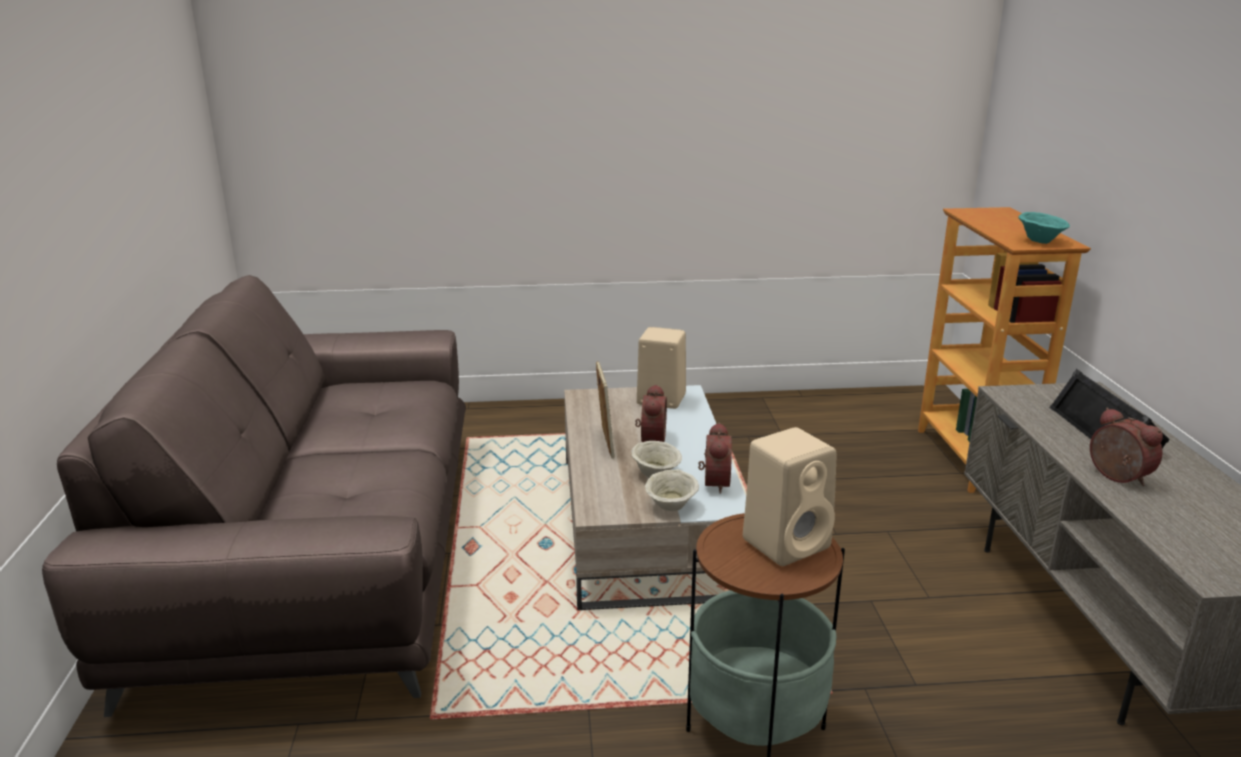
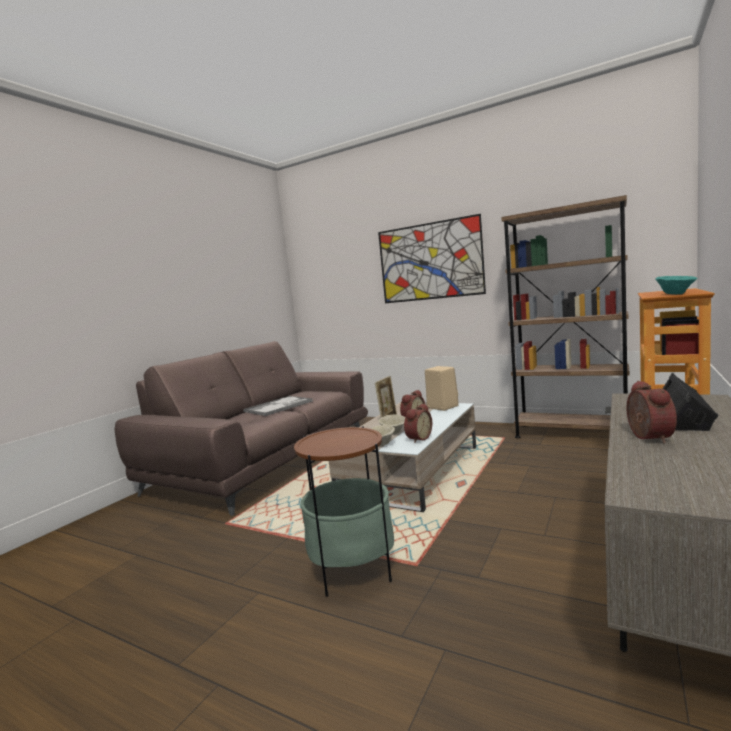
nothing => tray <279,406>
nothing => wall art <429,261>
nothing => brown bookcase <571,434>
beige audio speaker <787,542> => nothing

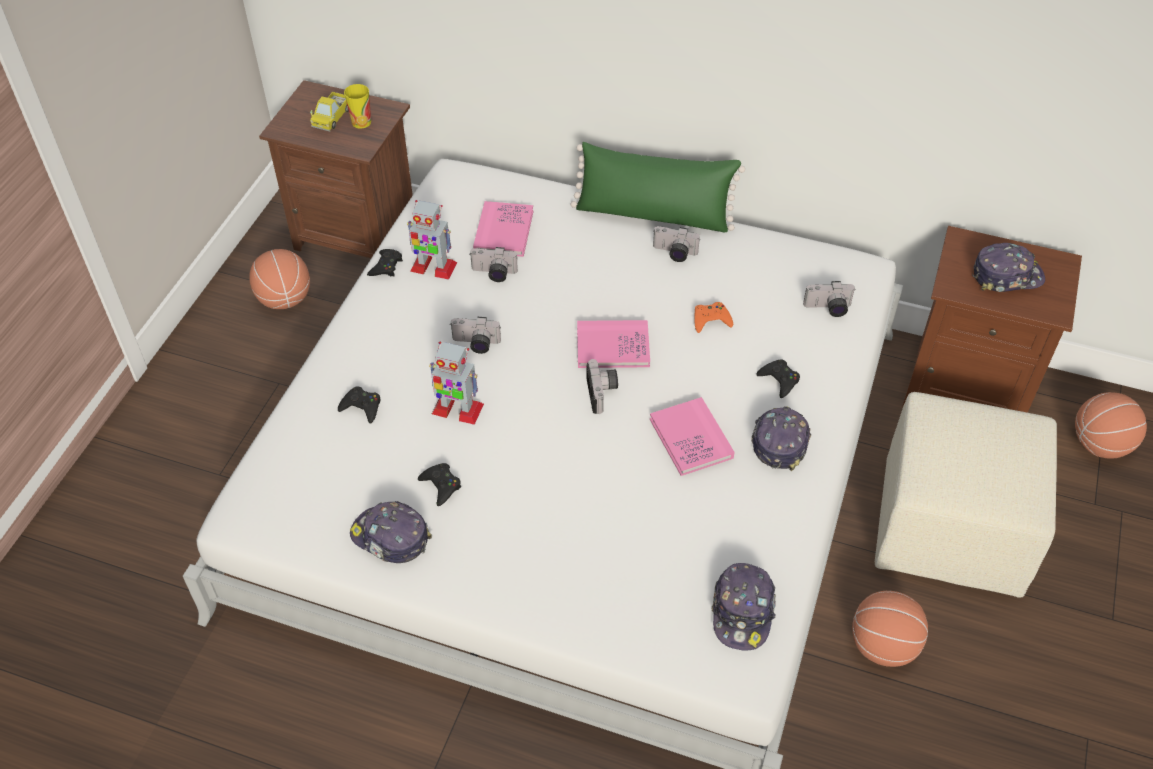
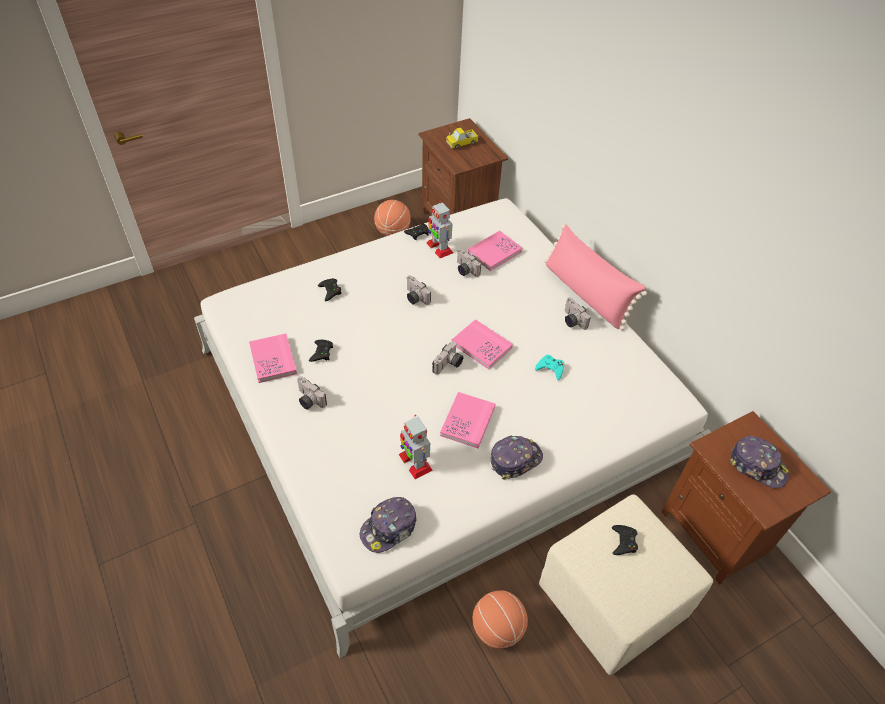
peaked cap <390,538> => pink book <273,359>
still camera <828,309> => still camera <308,400>, shifted
model robot <457,409> => model robot <415,462>, shifted
orangey game controller <711,320> => turquoise-coloured game controller <550,368>
green-coloured pillow <653,215> => pink pillow <586,294>
black-coloured game controller <779,380> => black-coloured game controller <623,542>, shifted
drinking cup <361,122> => nothing
basketball ball <1100,444> => nothing

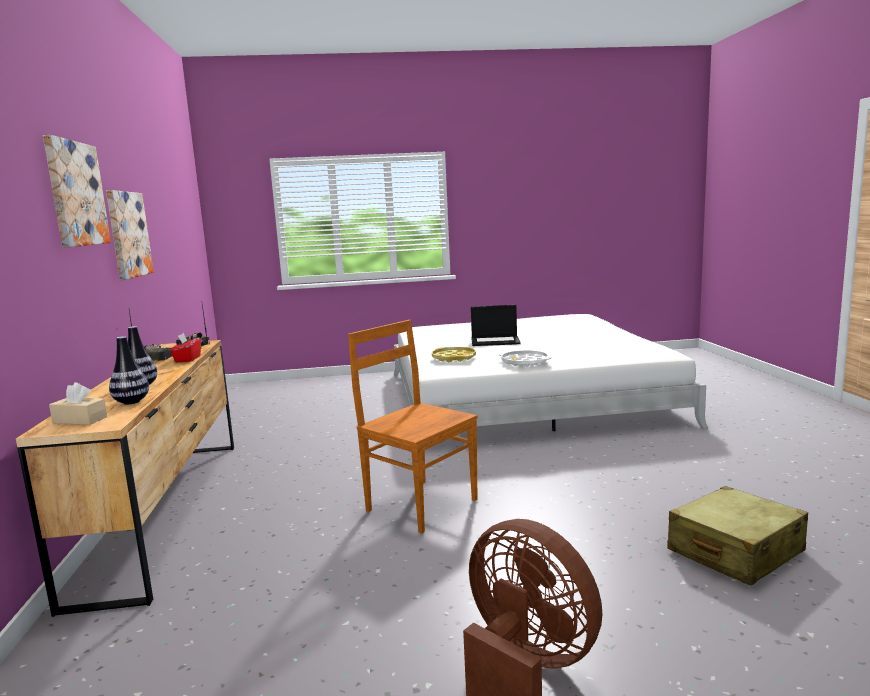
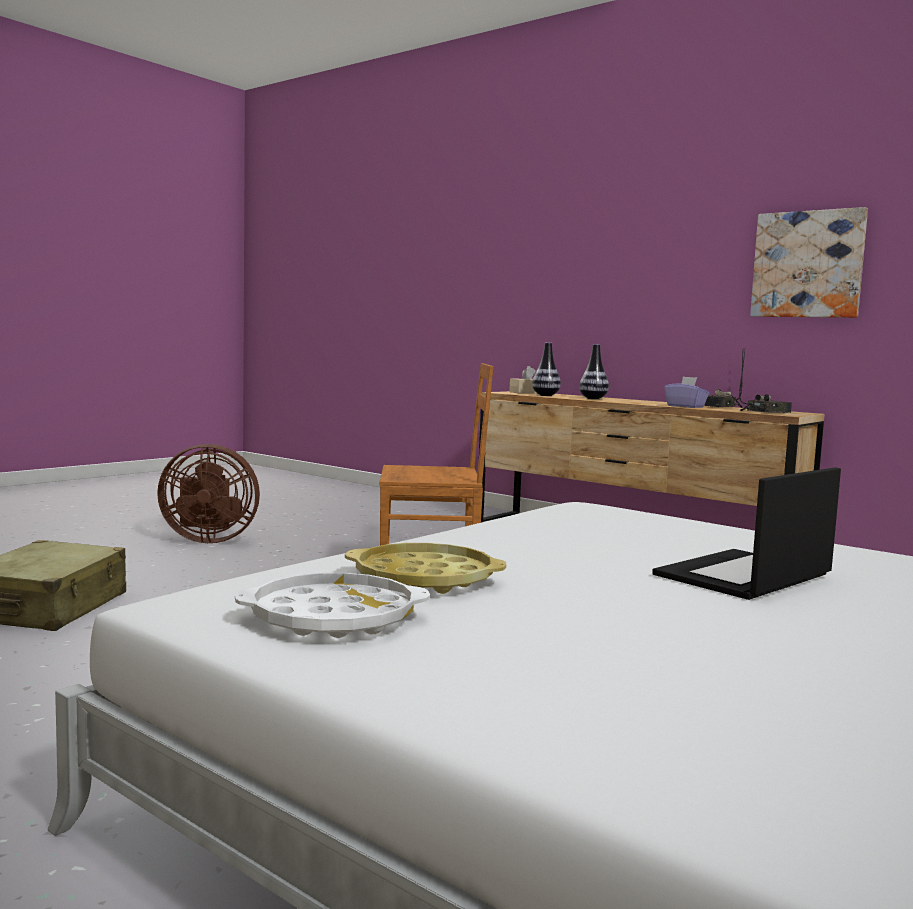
white tray <524,362> => white tray <333,618>, shifted
yellowish tray <454,358> => yellowish tray <424,579>, shifted
reddish tissue box <187,359> => purplish tissue box <685,406>
wall art <75,194> => nothing

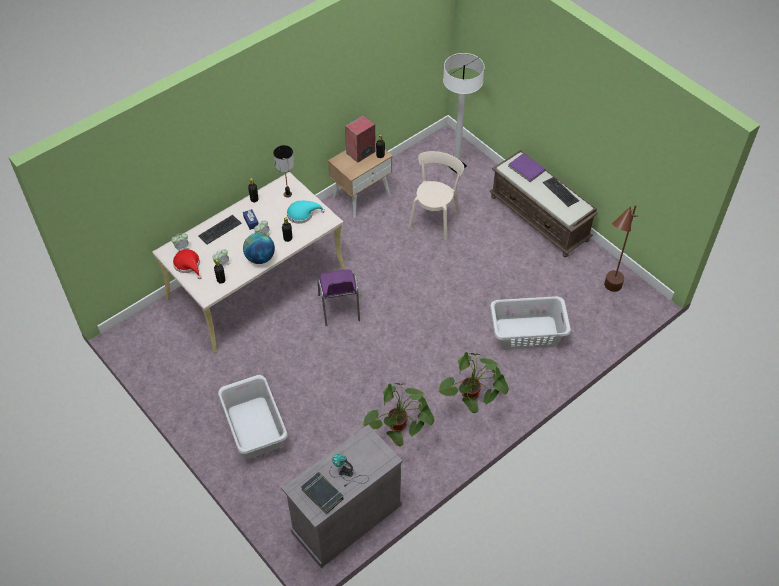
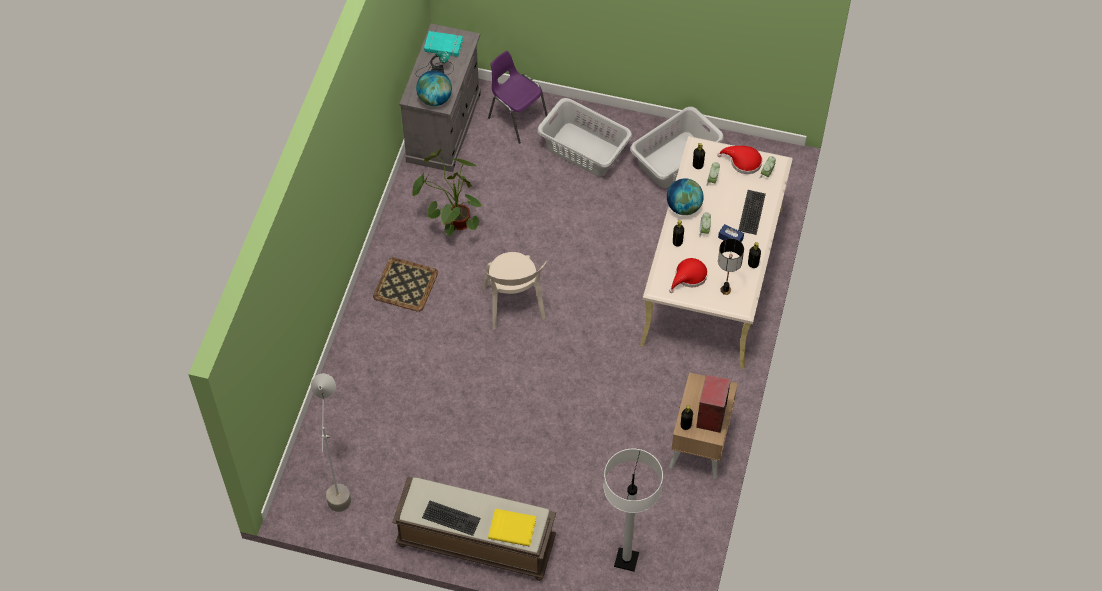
brown standing lamp <607,295> => greyish standing lamp <339,483>
houseplant <473,401> => tray <405,284>
nothing => world globe <435,99>
black-coloured book <322,494> => turquoise-coloured book <443,46>
beige plain chair <435,218> => beige plain chair <514,306>, shifted
purplish plain chair <339,309> => purplish plain chair <516,118>, shifted
purplish book <526,169> => yellowish book <512,527>
greyish hamper <527,333> => greyish hamper <674,160>, shifted
turquoise-coloured clothing hat <302,214> => reddish clothing hat <689,276>

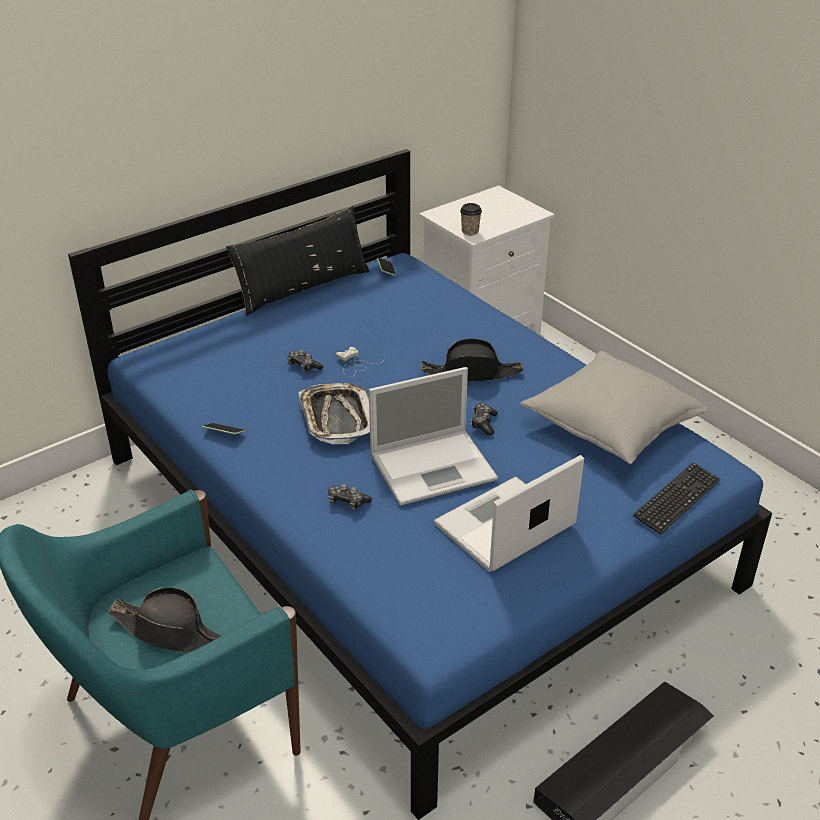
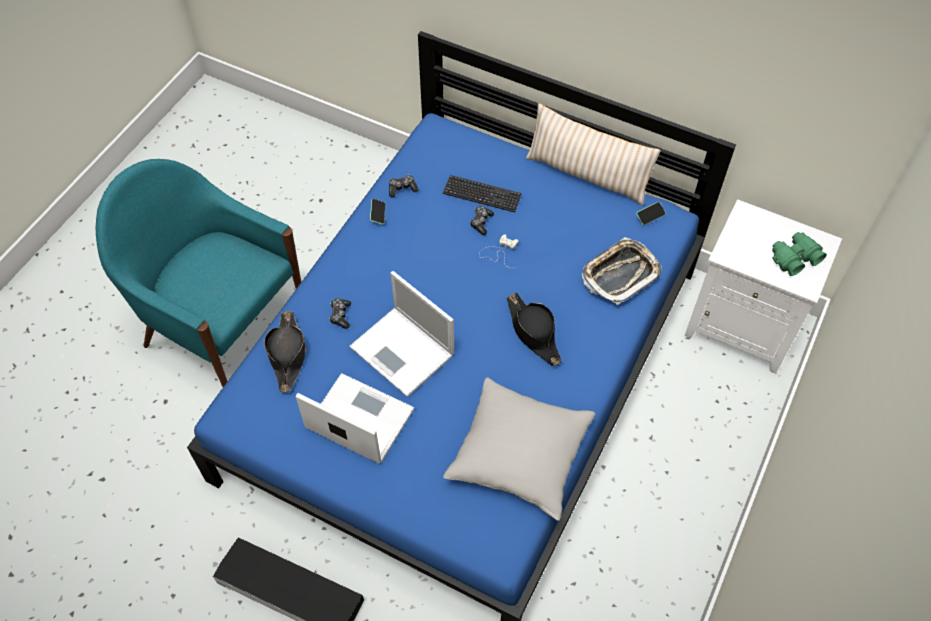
black-coloured clothing hat <171,632> => black-coloured clothing hat <287,354>, shifted
game controller <483,423> => game controller <402,188>, shifted
computer keyboard <676,499> => computer keyboard <482,195>, shifted
black-coloured pillow <303,288> => beige pillow <587,174>
tray <337,418> => tray <620,274>, shifted
nothing => green-coloured binoculars <794,258>
drinking cup <470,232> => nothing

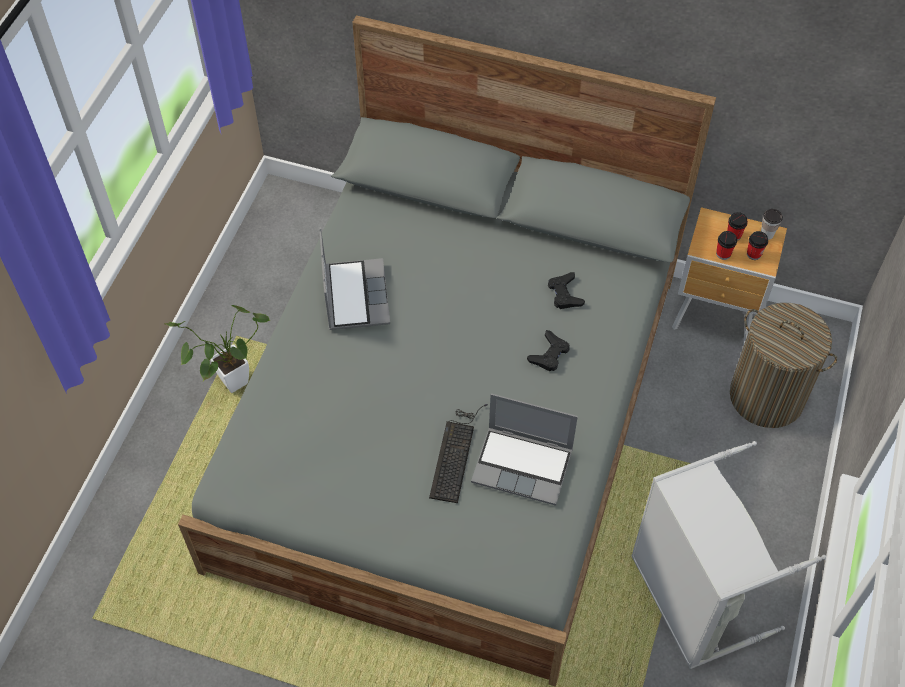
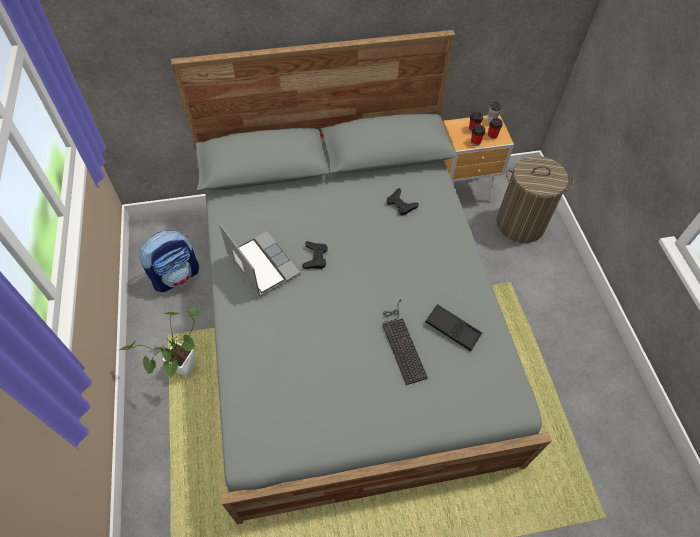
nothing => backpack <176,276>
black-coloured game controller <549,354> => black-coloured game controller <315,257>, shifted
portable computer <524,465> => black-coloured tray <452,329>
greyish hamper <691,599> => nothing

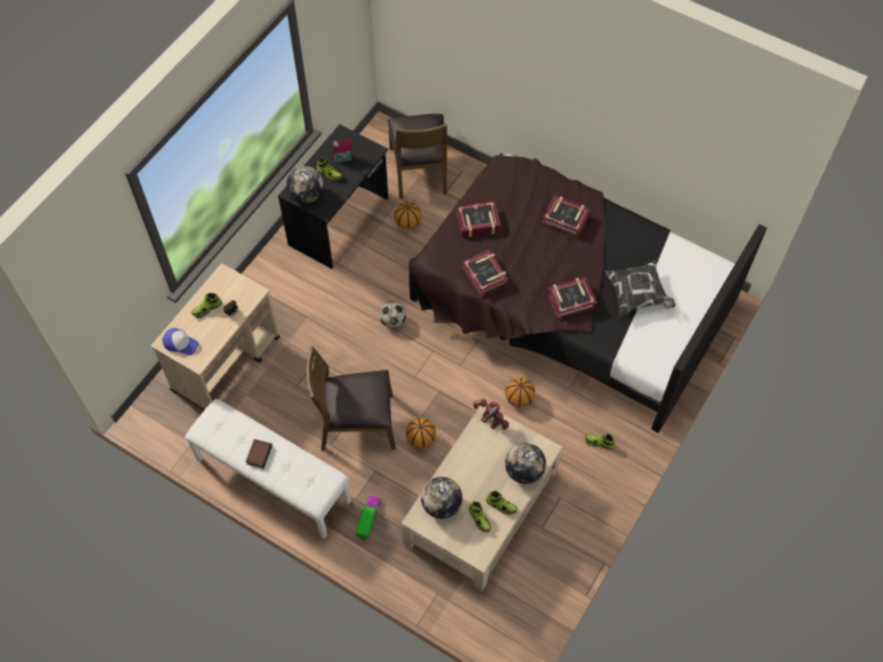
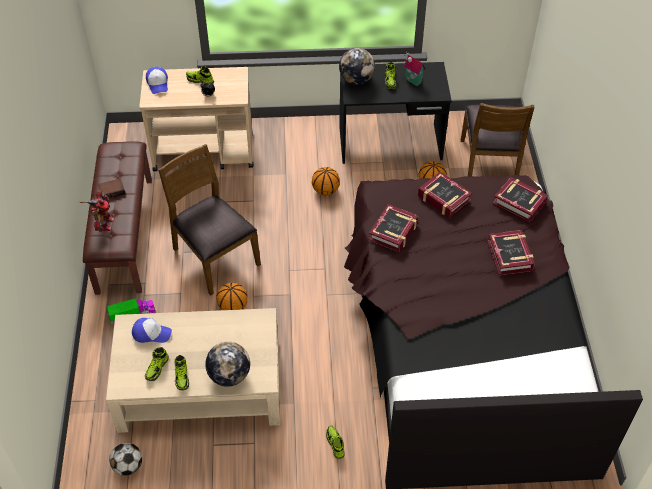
model robot <490,422> => model robot <104,224>, shifted
white indoor bench <272,480> => brown indoor bench <124,234>
football ball <393,321> => football ball <128,466>, shifted
world globe <441,505> => peaked cap <151,333>
basketball ball <519,398> => basketball ball <326,190>, shifted
brown plain chair <419,170> => brown plain chair <489,164>, 45 degrees counterclockwise
book <571,300> => book <519,203>, shifted
pillow <637,295> => nothing

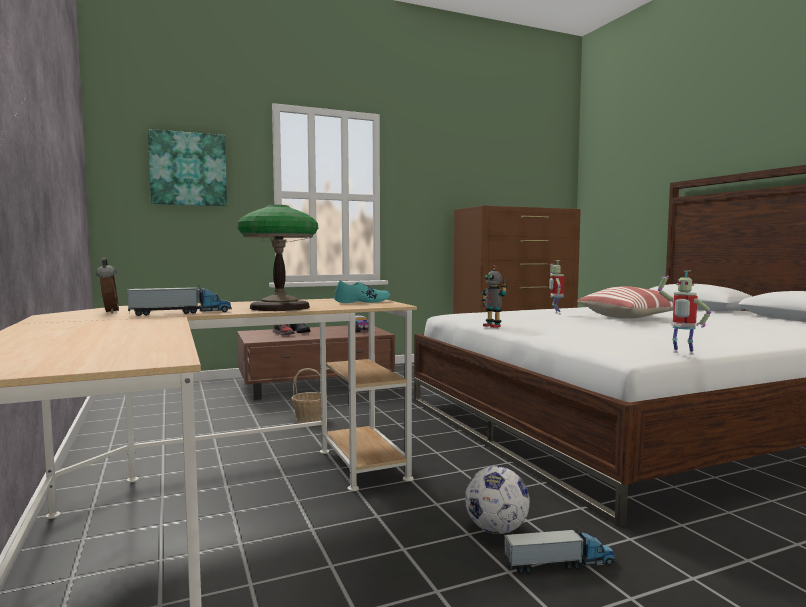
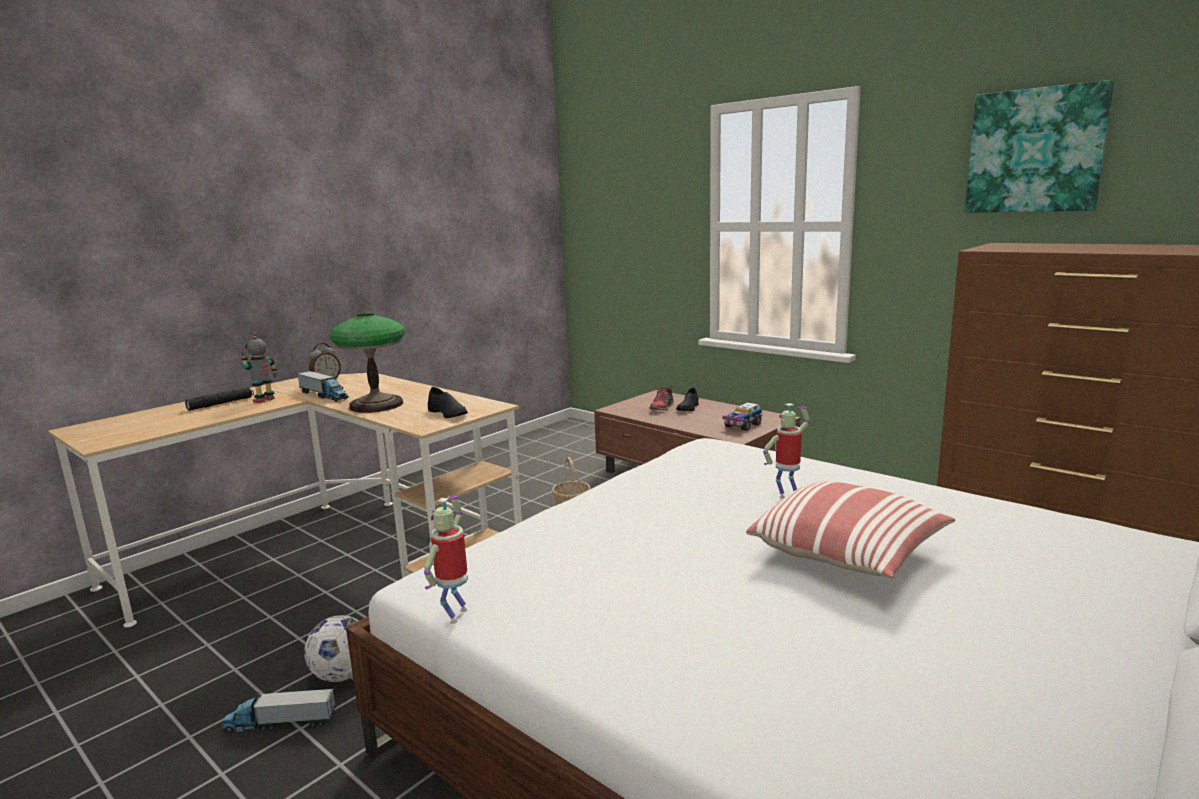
nothing => black-coloured torch <221,403>
toy truck <560,564> => toy truck <280,723>, 120 degrees clockwise
model robot <492,326> => model robot <265,400>, shifted
turquoise-coloured item of footwear <362,302> => black-coloured item of footwear <448,413>
wall art <188,169> => wall art <1035,151>, shifted

